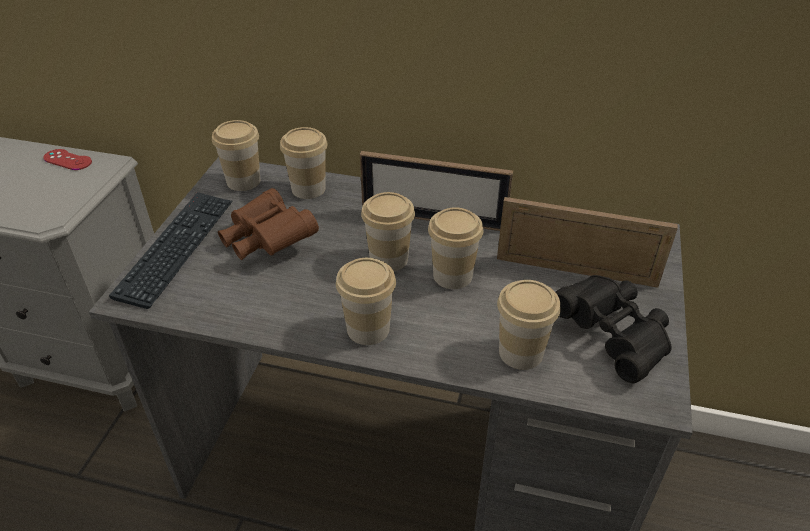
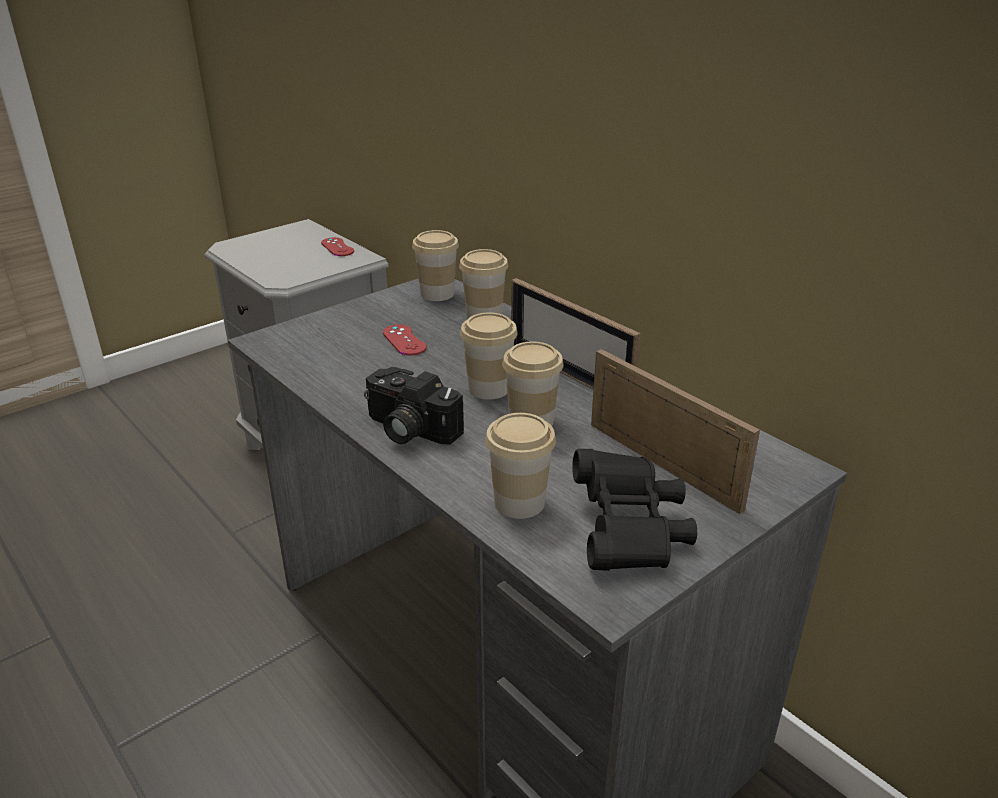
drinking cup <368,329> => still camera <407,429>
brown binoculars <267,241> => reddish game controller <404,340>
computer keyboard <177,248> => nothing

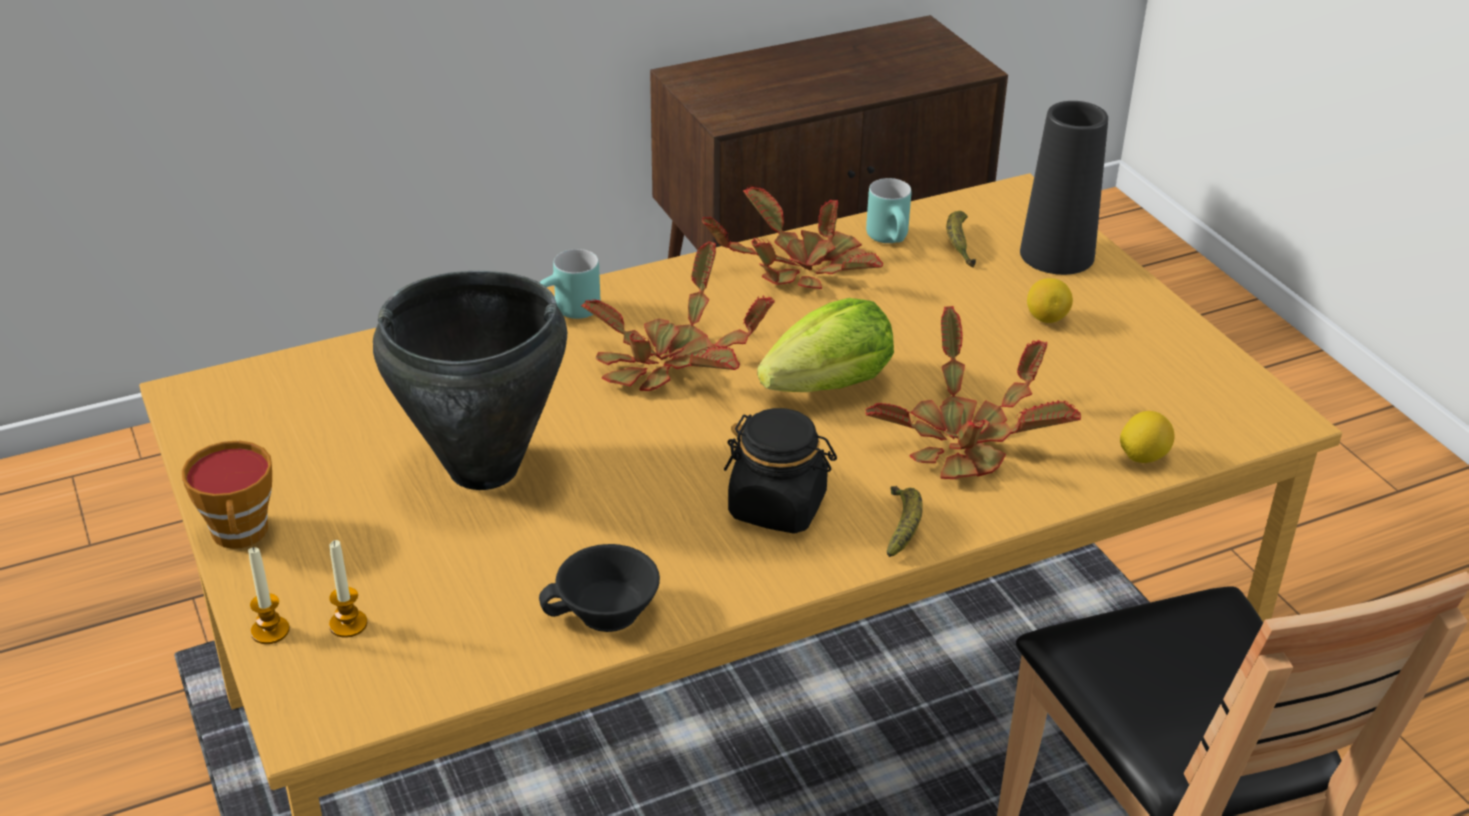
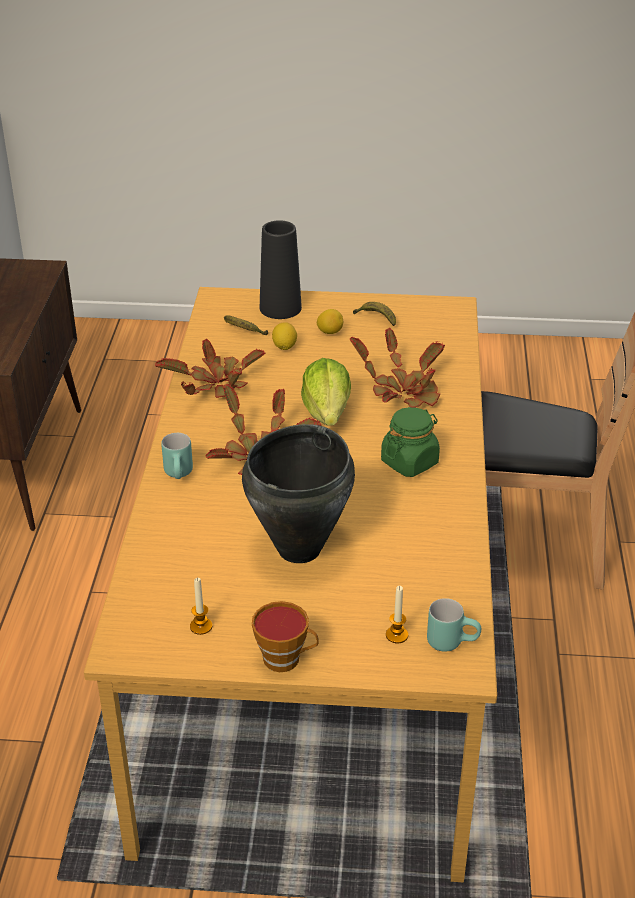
wax candle <270,631> => wax candle <201,626>, shifted
whole lemon <1143,456> => whole lemon <284,347>, shifted
banana <902,527> => banana <376,318>, shifted
black-coloured preserve jar <778,507> => green-coloured preserve jar <409,462>
turquoise-coloured tea mug <892,240> => turquoise-coloured tea mug <452,641>, shifted
black-coloured drinking cup <606,614> => nothing

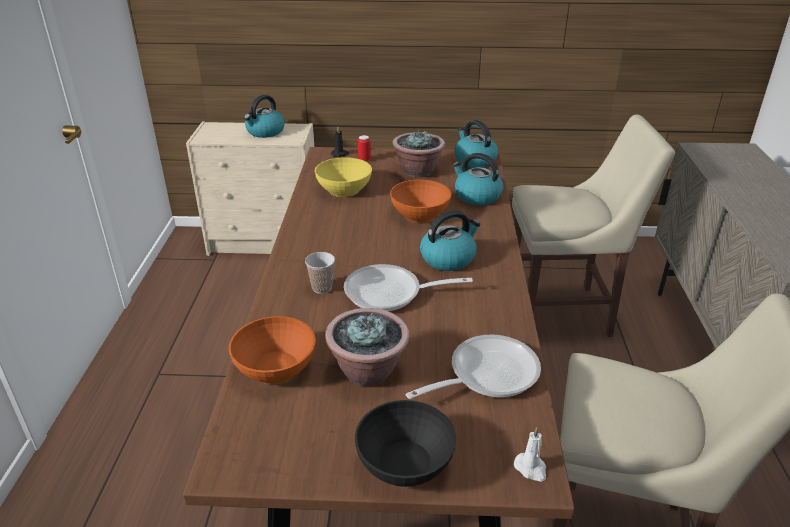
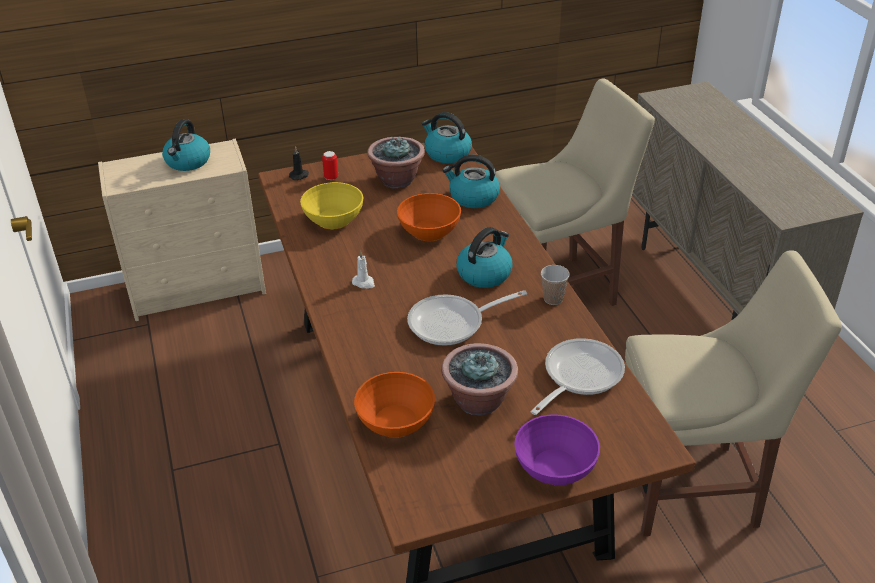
white wax candle <531,468> => white wax candle <364,283>, shifted
black-coloured serving bowl <404,462> => purplish serving bowl <554,467>
drinking cup <322,288> => drinking cup <553,299>, shifted

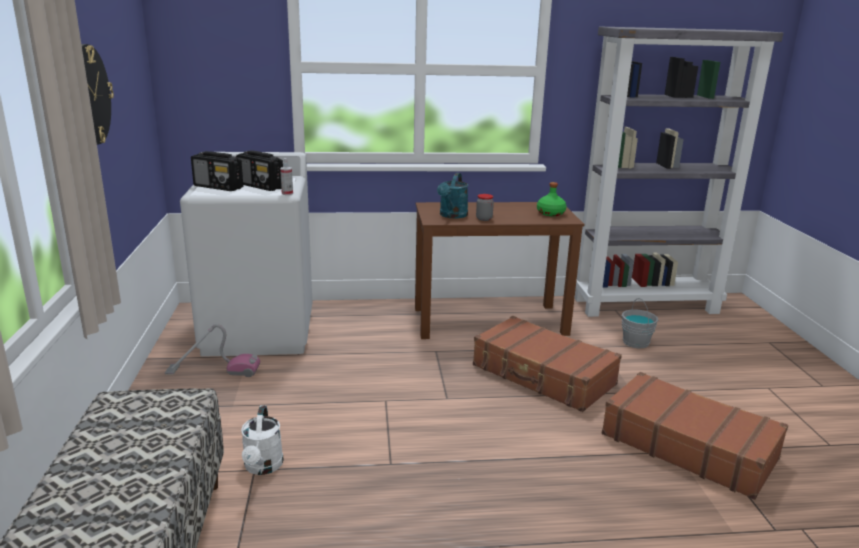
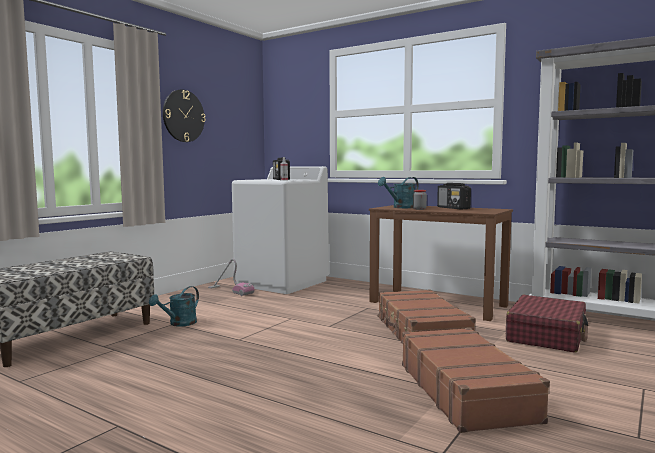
white watering pot <263,467> => turquoise-coloured watering pot <179,324>
radio receiver <219,187> => radio receiver <453,208>, shifted
greyish bucket <635,342> => reddish suitcase <546,336>
green-coloured drink bottle <550,213> => nothing

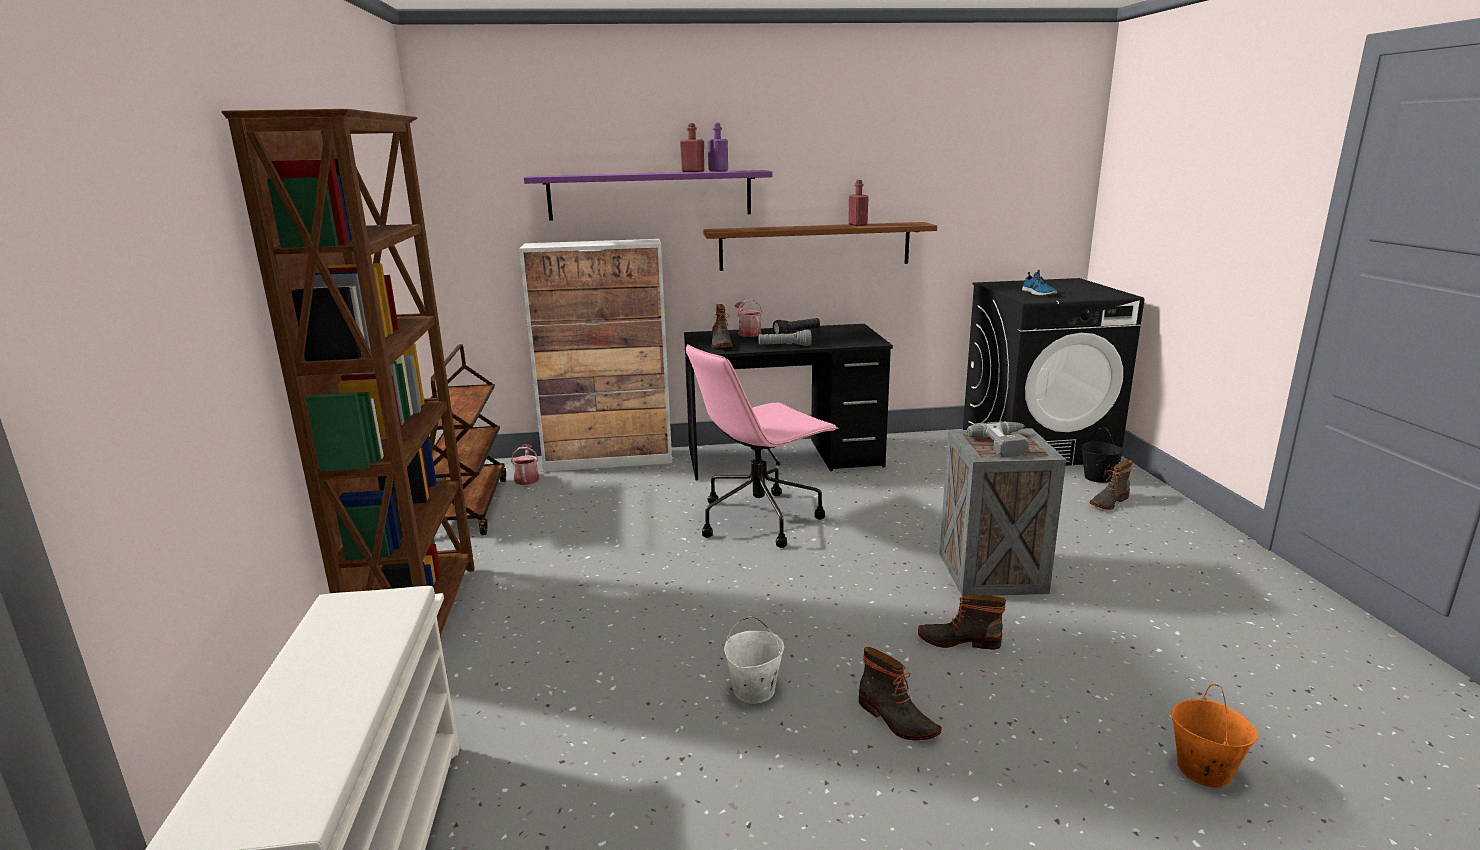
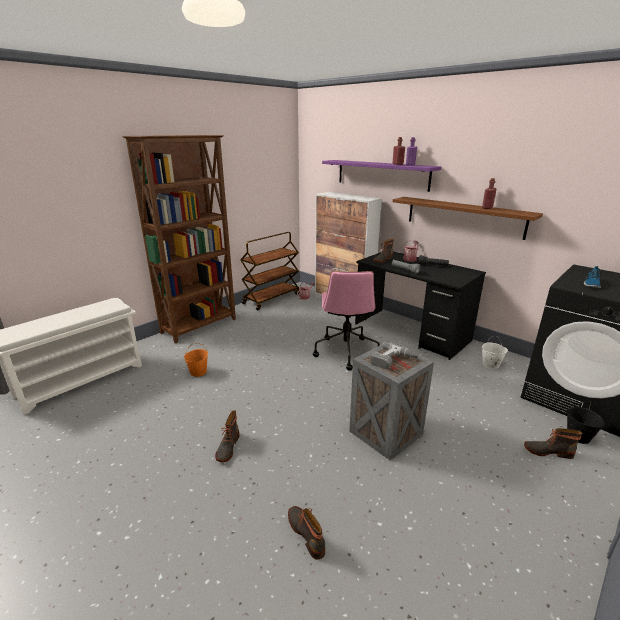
orangey bucket <1202,770> => orangey bucket <198,372>, shifted
tall boot <958,640> => tall boot <307,533>, shifted
pink desk chair <760,518> => pink desk chair <345,351>, 105 degrees counterclockwise
white bucket <754,691> => white bucket <490,365>, shifted

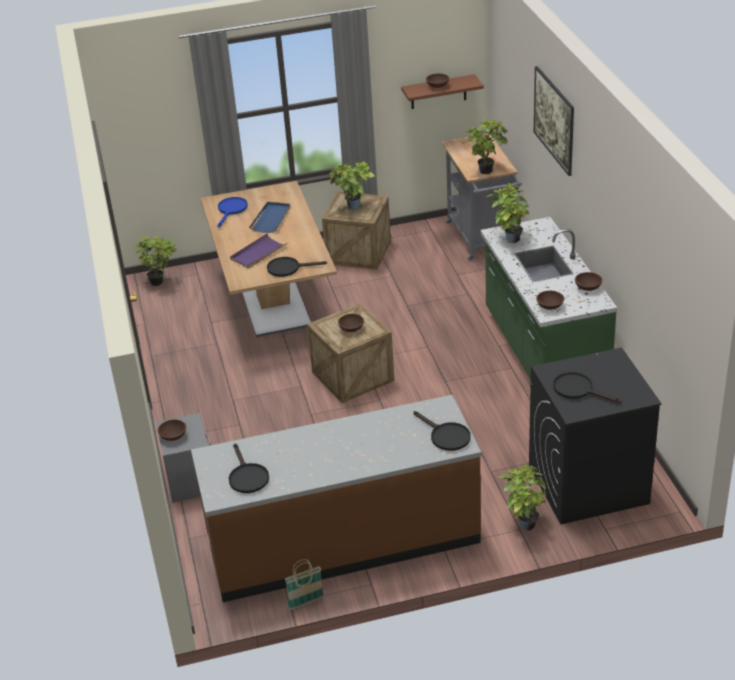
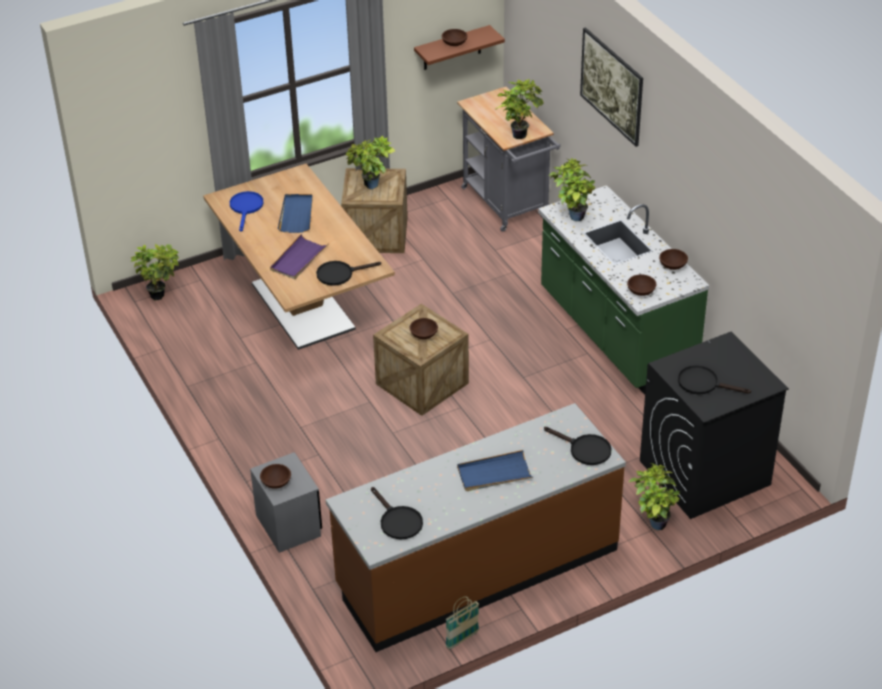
nothing => bluish tray <494,474>

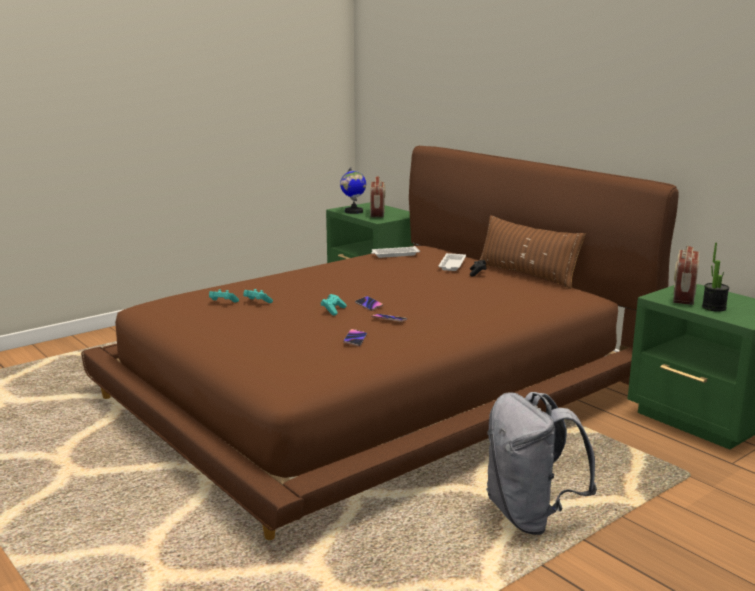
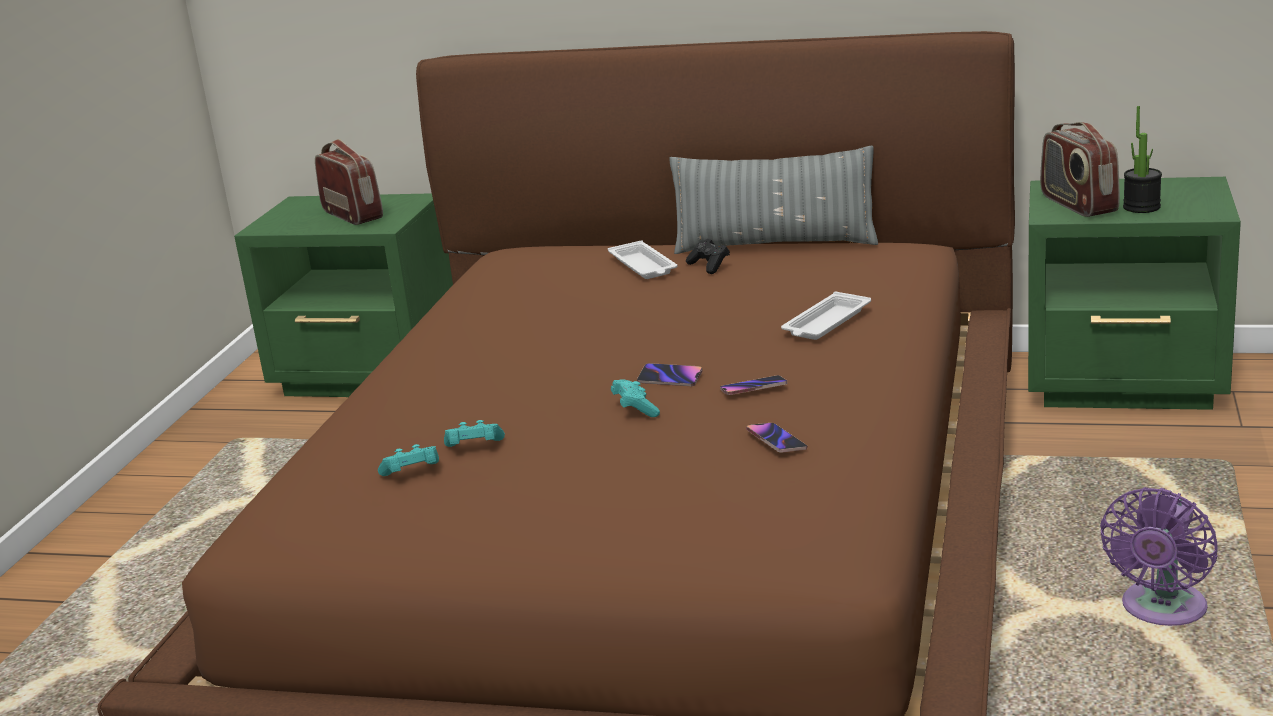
brown pillow <526,275> => greyish pillow <775,244>
white tray <394,254> => white tray <825,323>, shifted
greyish backpack <530,516> => purplish cooling fan <1161,611>
world globe <353,211> => nothing

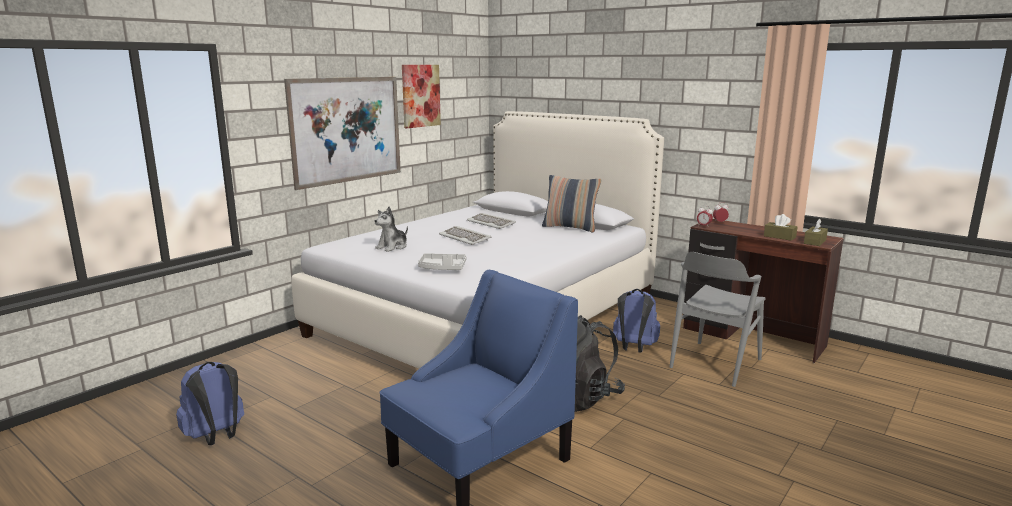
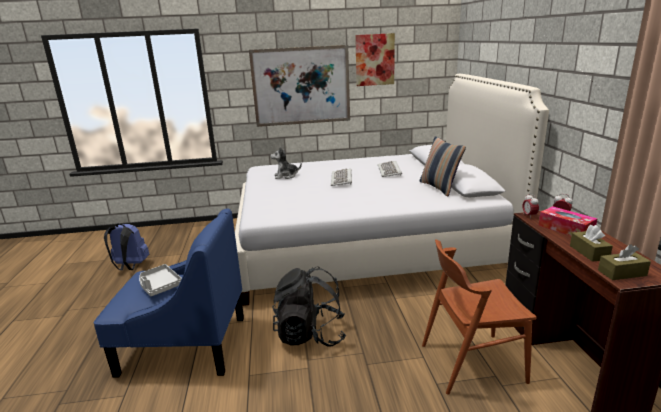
greyish tray <442,268> => greyish tray <159,285>, shifted
greyish plain chair <715,363> => brown plain chair <471,362>
nothing => tissue box <565,229>
bluish backpack <634,347> => nothing

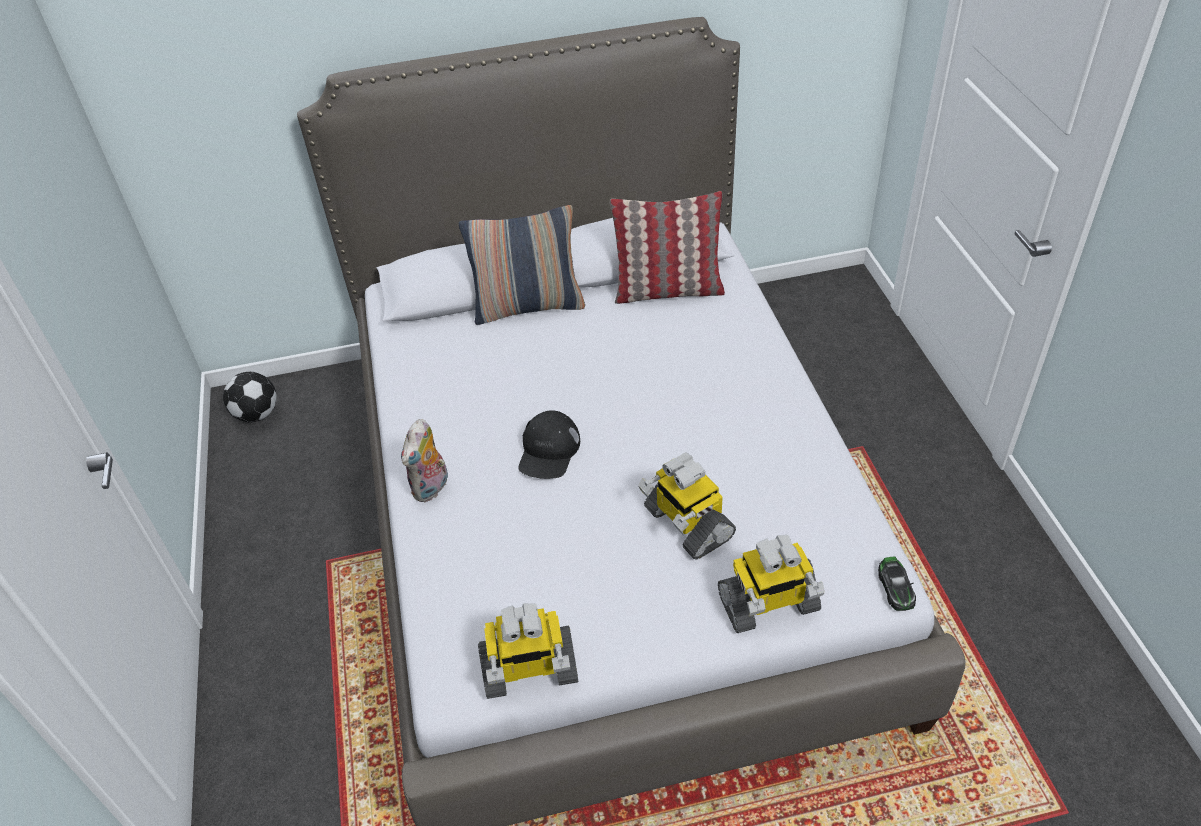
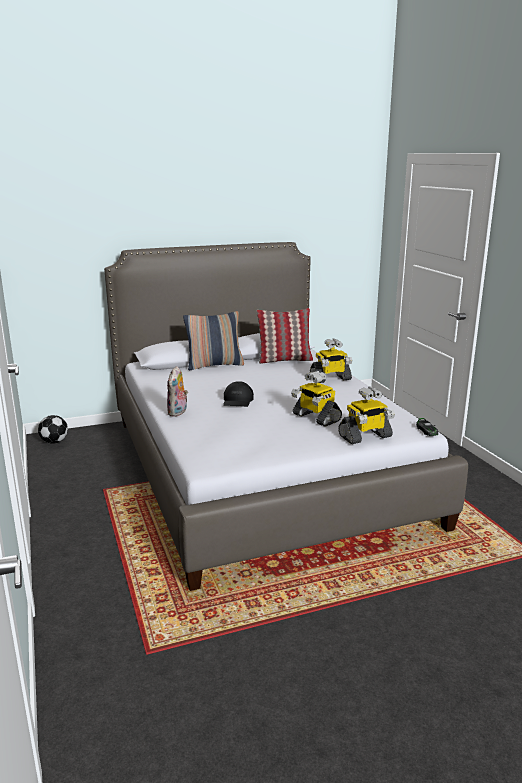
model robot <529,670> => model robot <330,379>, shifted

